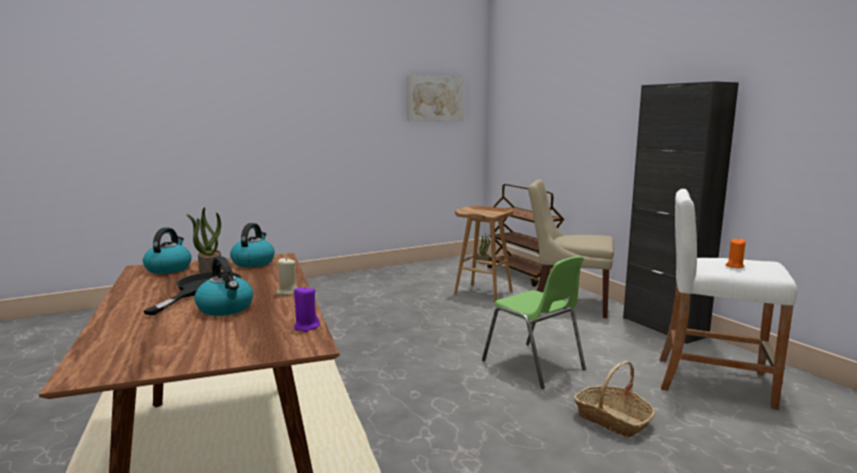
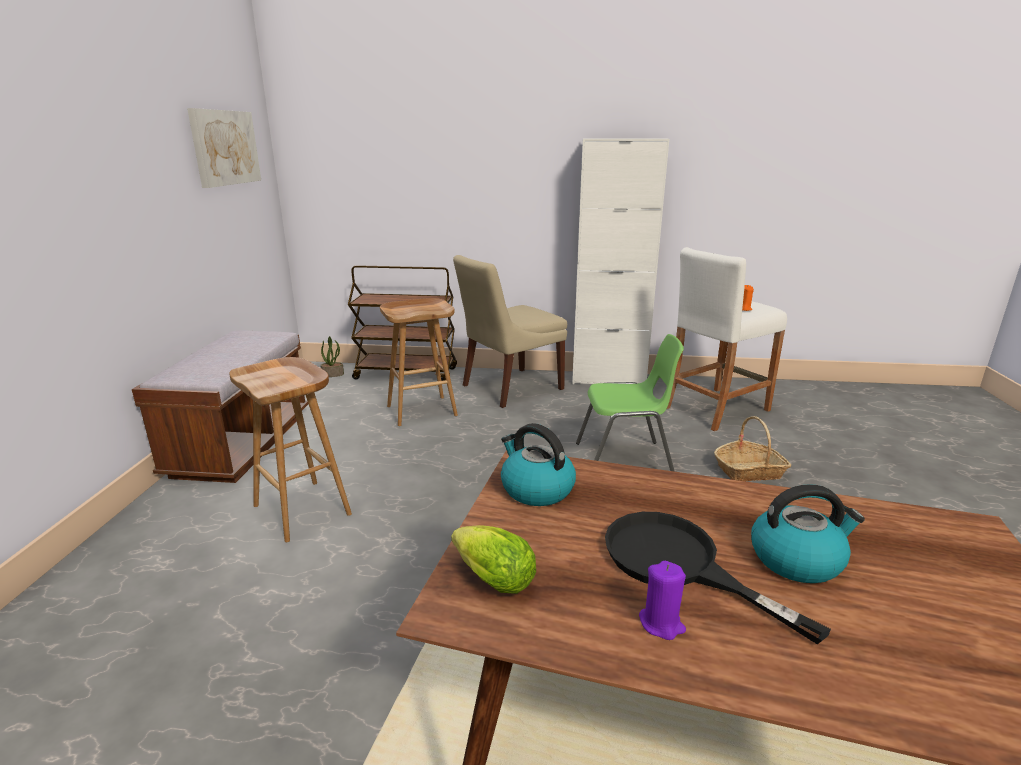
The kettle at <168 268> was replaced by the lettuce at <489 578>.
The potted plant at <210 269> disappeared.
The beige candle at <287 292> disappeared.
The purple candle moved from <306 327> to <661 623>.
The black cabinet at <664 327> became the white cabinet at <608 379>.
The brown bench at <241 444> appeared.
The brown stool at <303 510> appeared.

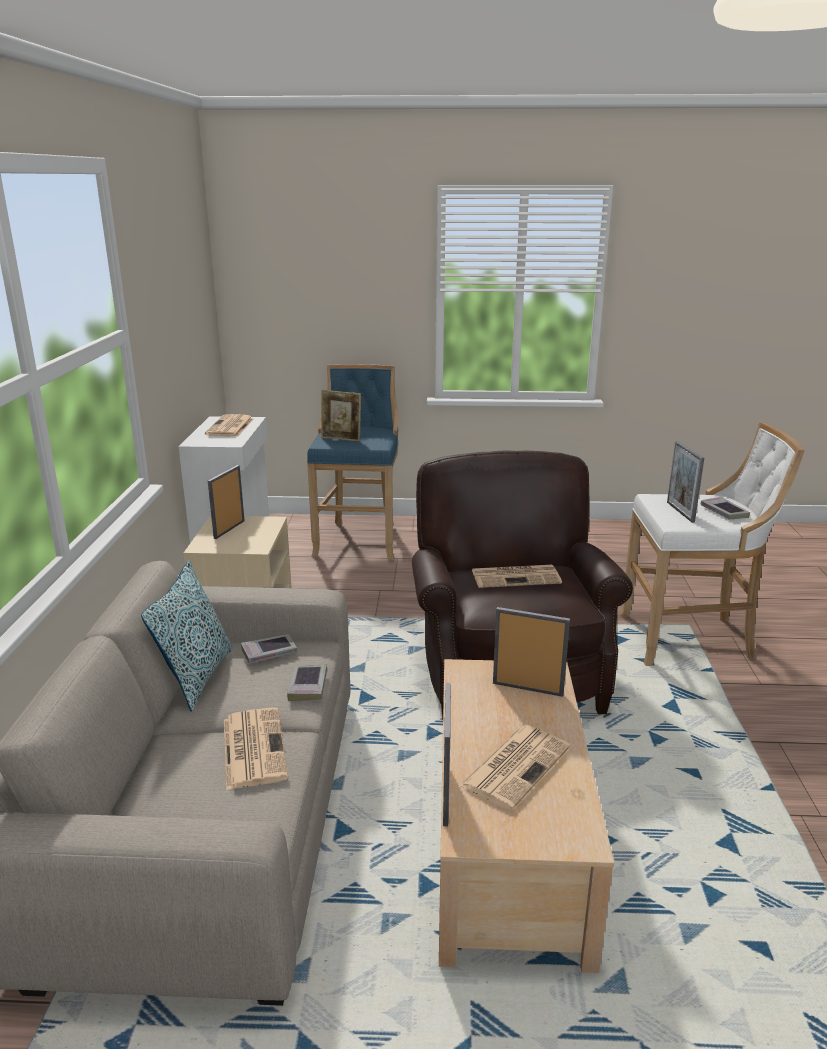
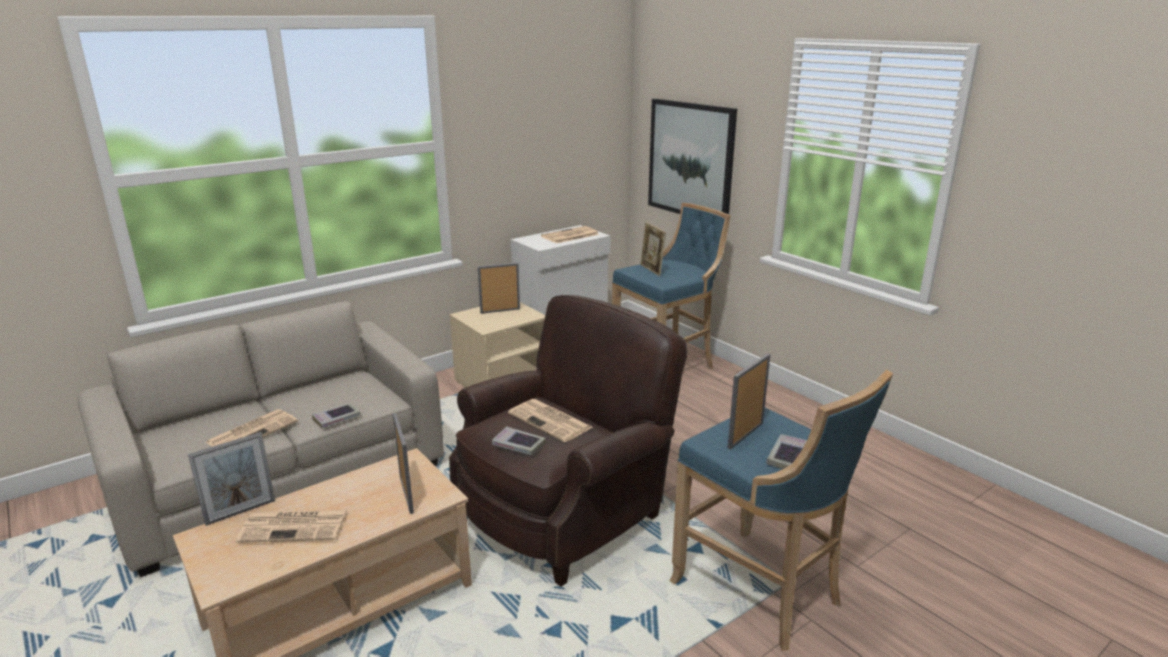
The pillow at <197 677> disappeared.
The book moved from <269 652> to <518 445>.
The white stool at <690 639> became the blue stool at <762 592>.
The picture at <691 160> appeared.

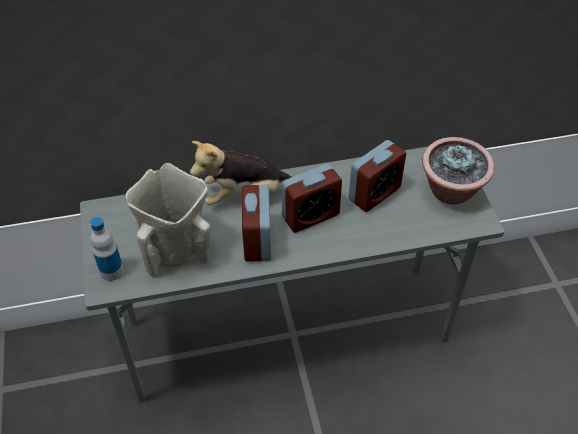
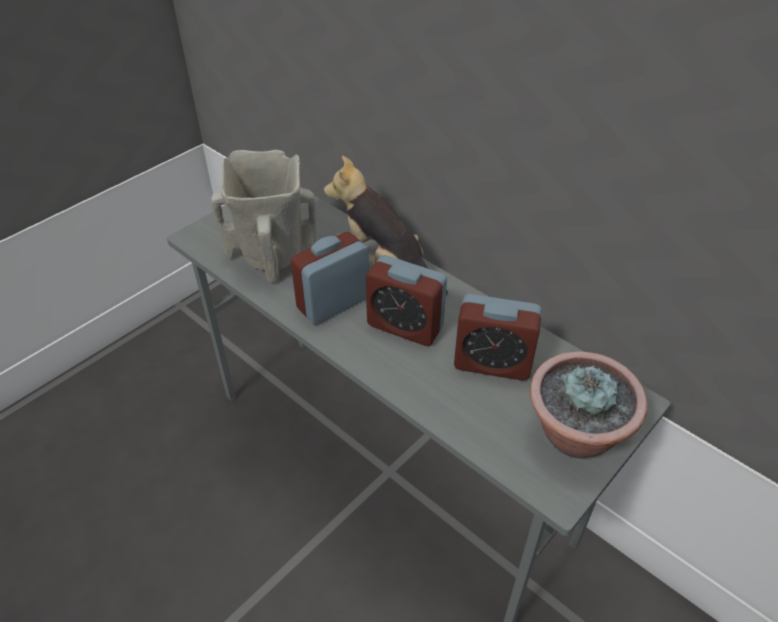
The bottle at <111 271> disappeared.

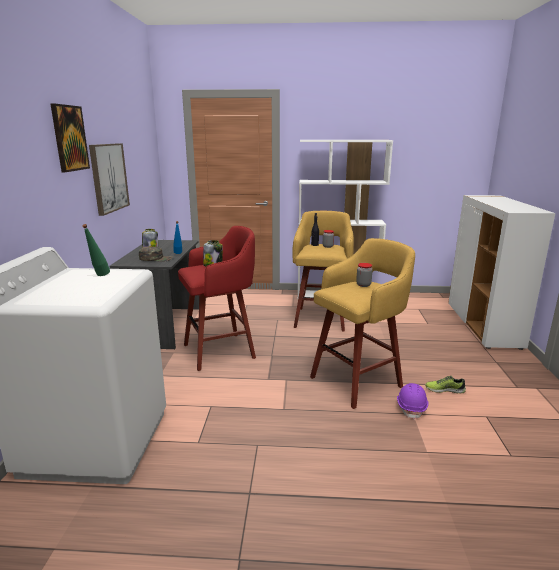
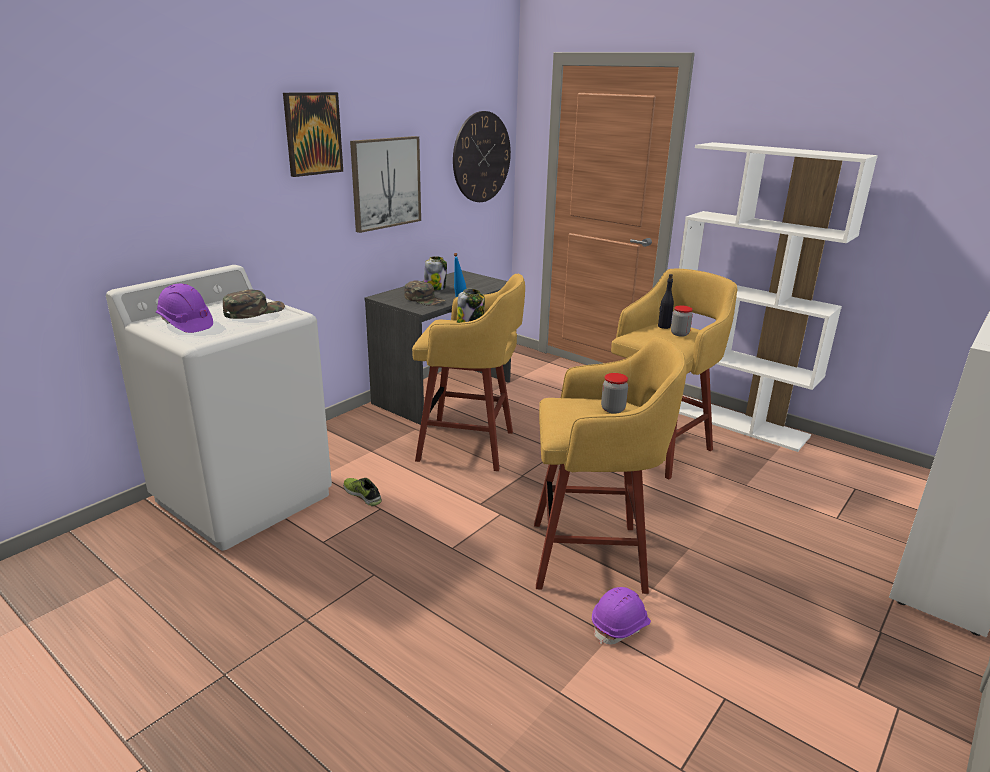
The green bottle at <99 276> was replaced by the green cap at <254 311>.
The red stool at <221 351> became the yellow stool at <469 446>.
The shoe moved from <444 389> to <363 495>.
The purple hard hat at <185 324> appeared.
The wall clock at <481 157> appeared.

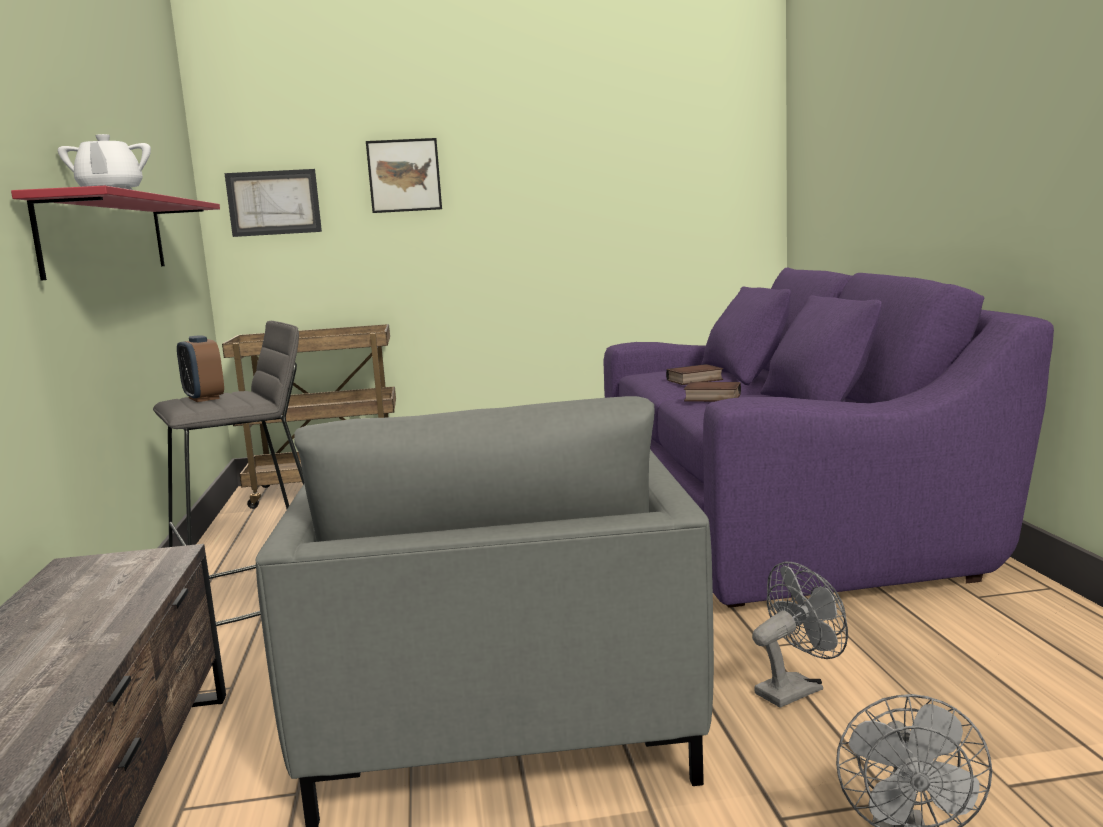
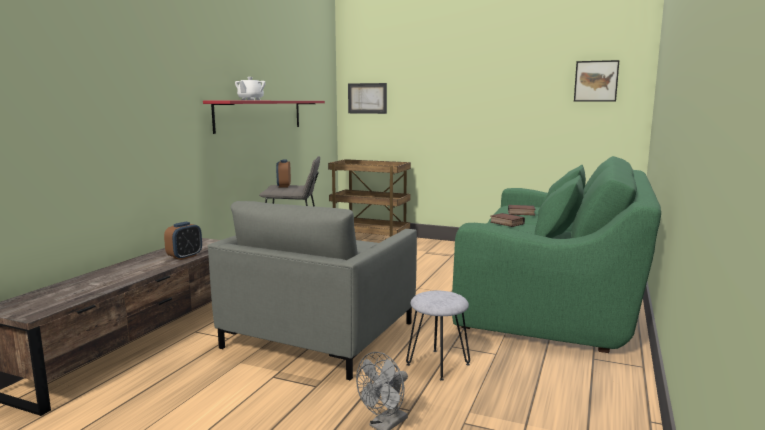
The picture moved from <404 175> to <596 81>.
The purple sofa at <780 517> became the green sofa at <555 298>.
The grey fan at <795 689> was replaced by the grey stool at <437 364>.
The alarm clock at <185 257> appeared.

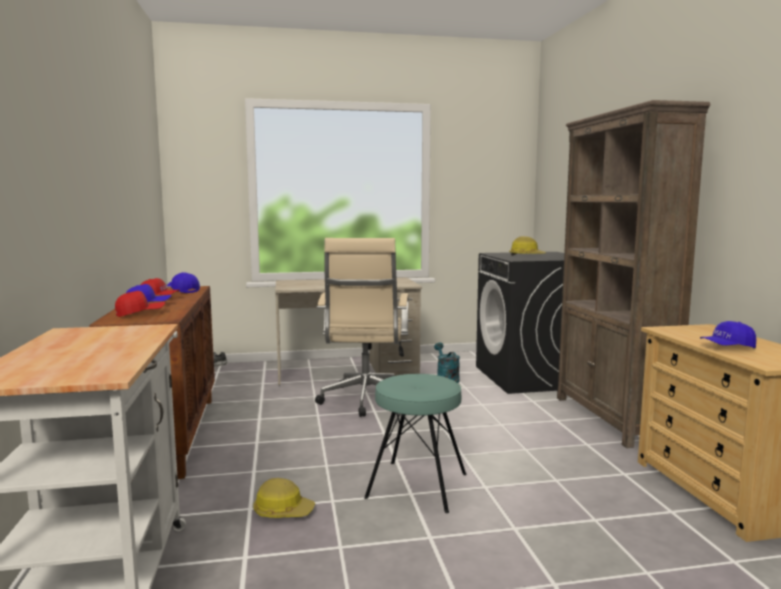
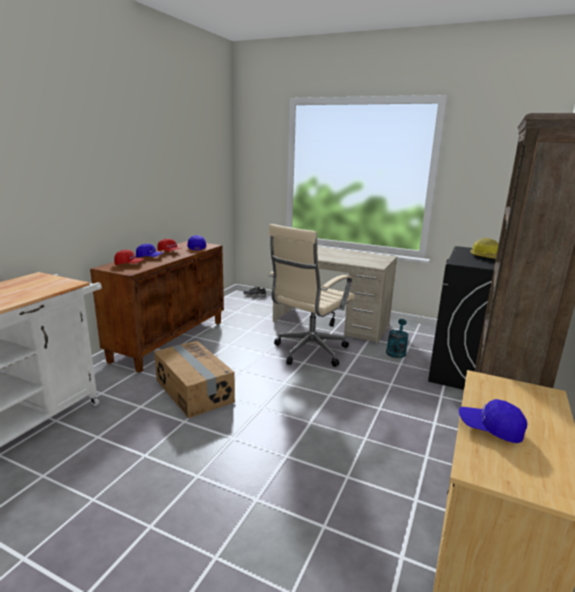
The hard hat at <283 511> disappeared.
The turquoise stool at <417 486> disappeared.
The cardboard box at <193 391> appeared.

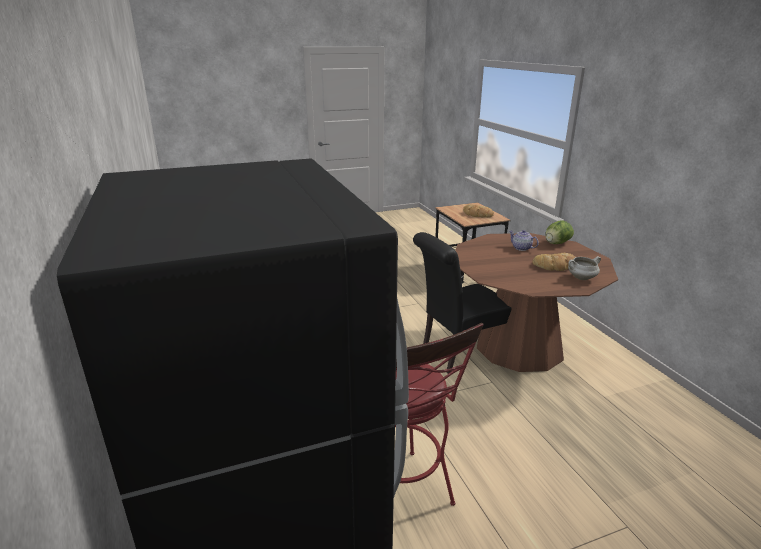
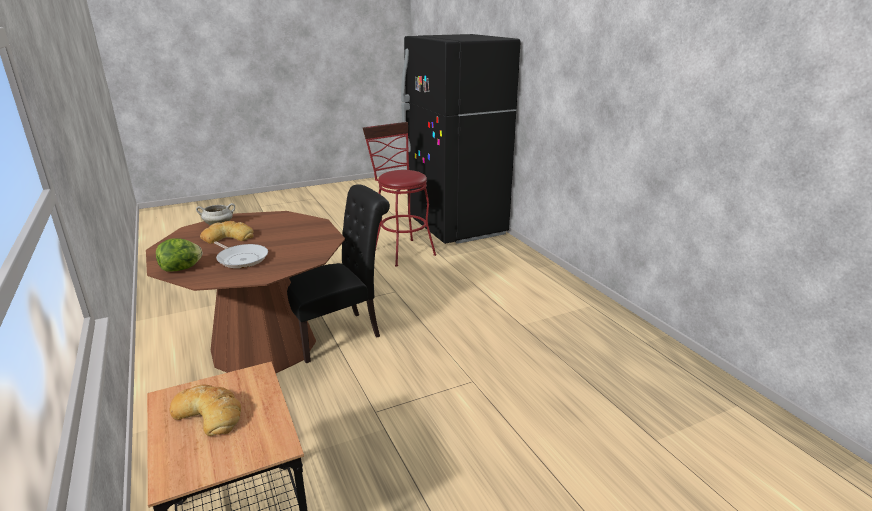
The teapot at <521 248> was replaced by the frying pan at <241 259>.

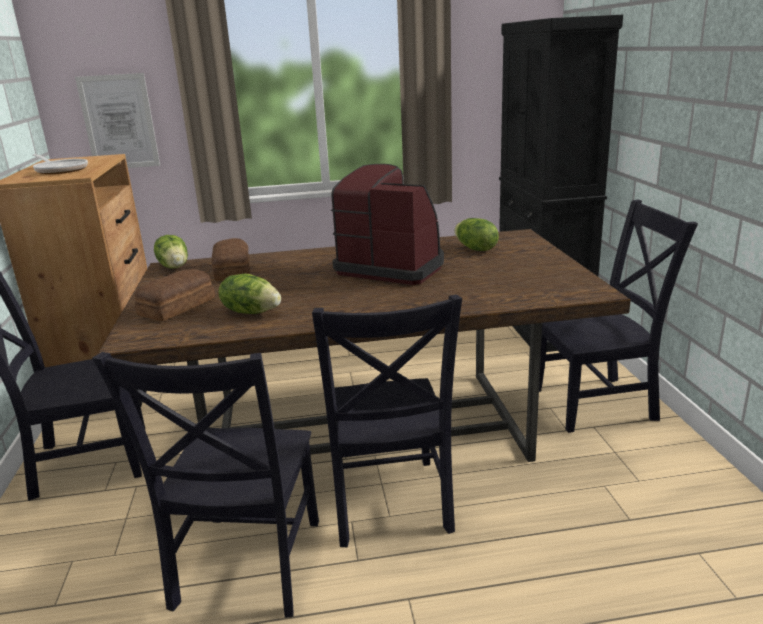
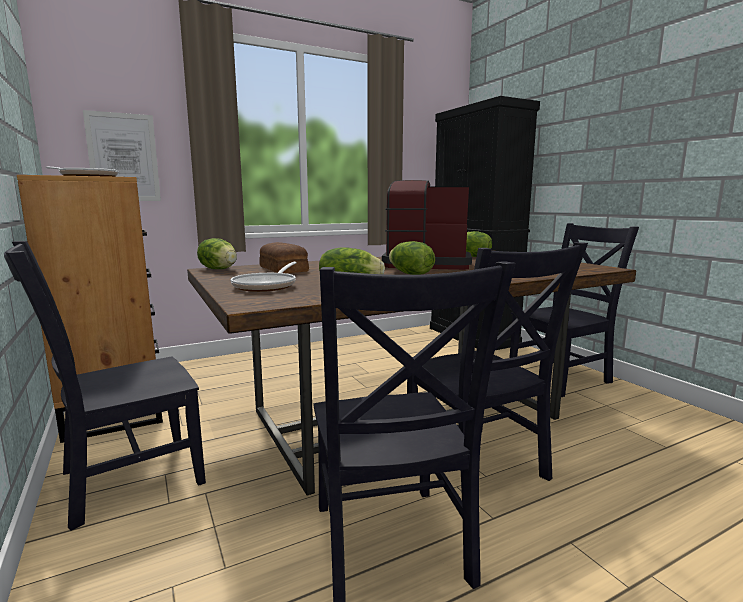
The bread at <179 306> was replaced by the frying pan at <267 286>.
The lettuce at <410 274> appeared.

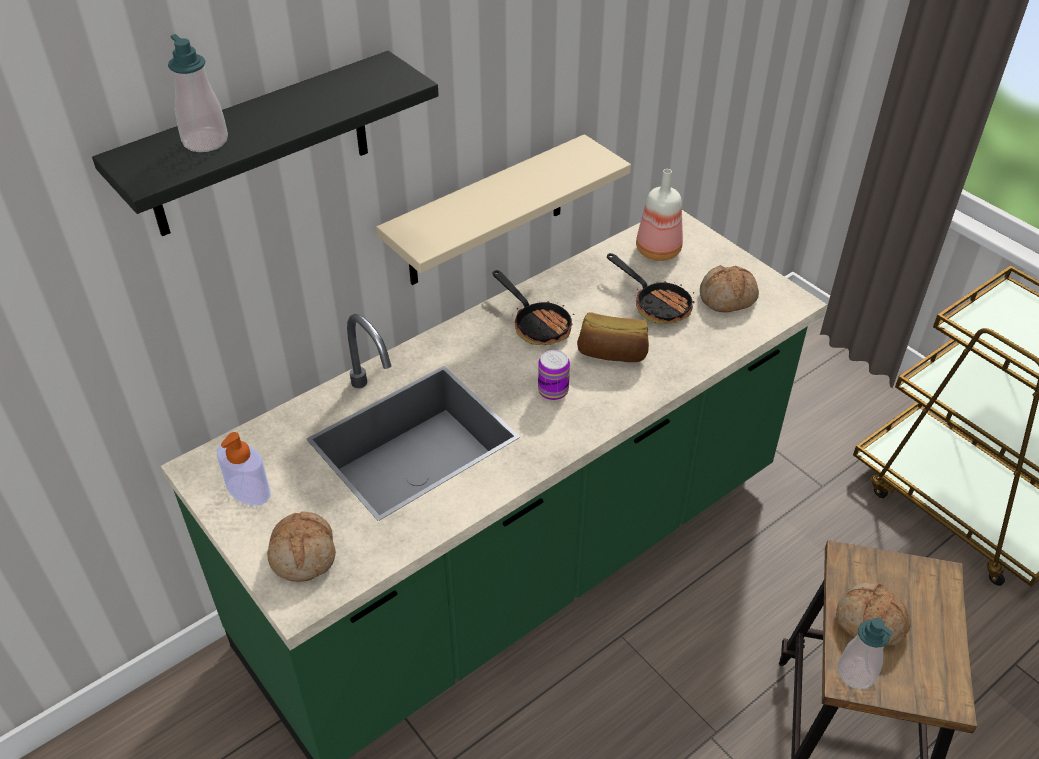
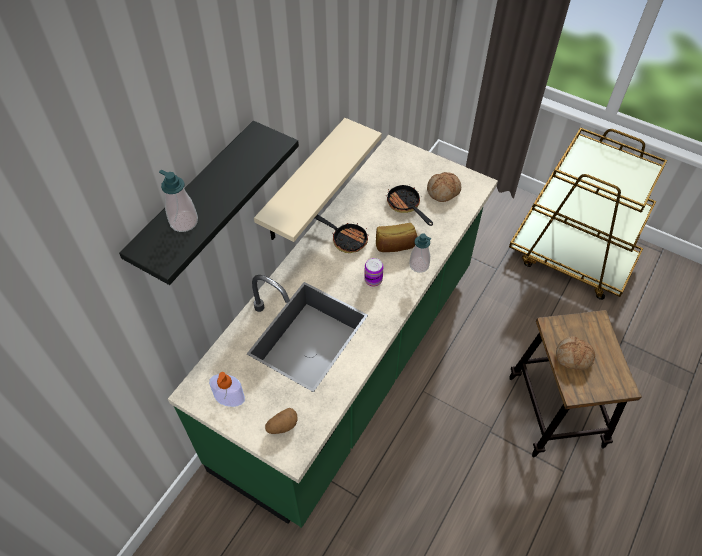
The bread at <304 554> was replaced by the potato at <282 426>.
The frying pan at <656 304> turned 150 degrees counterclockwise.
The bottle at <659 251> disappeared.
The soap dispenser moved from <856 673> to <419 265>.

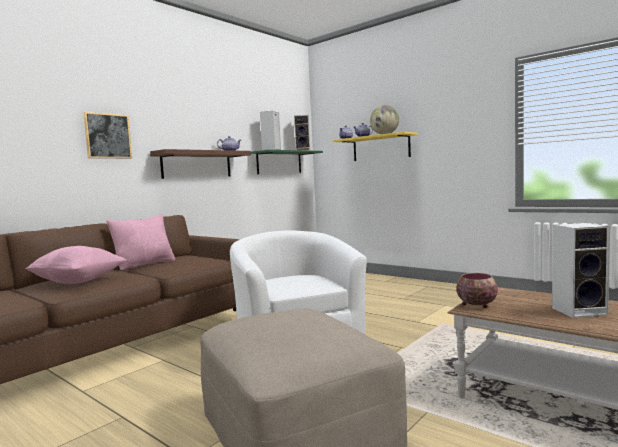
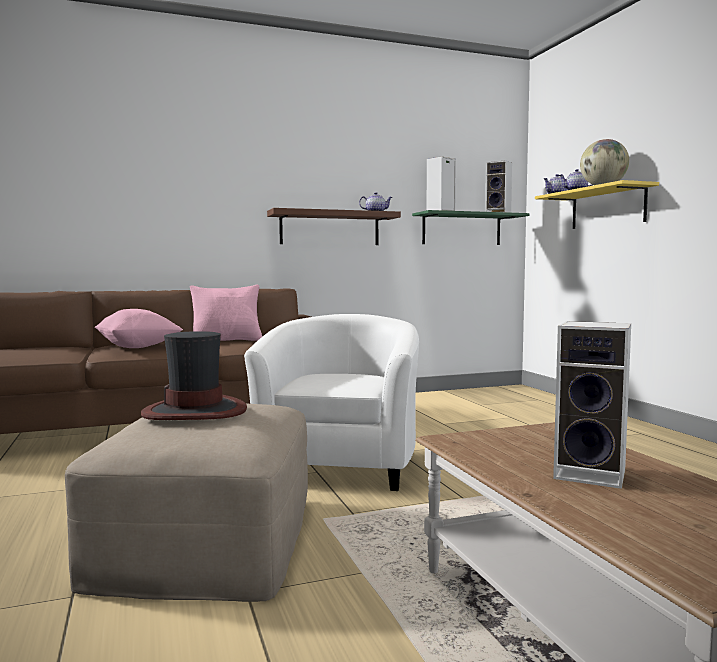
The picture at <108 136> disappeared.
The bowl at <476 305> disappeared.
The hat at <195 411> appeared.

